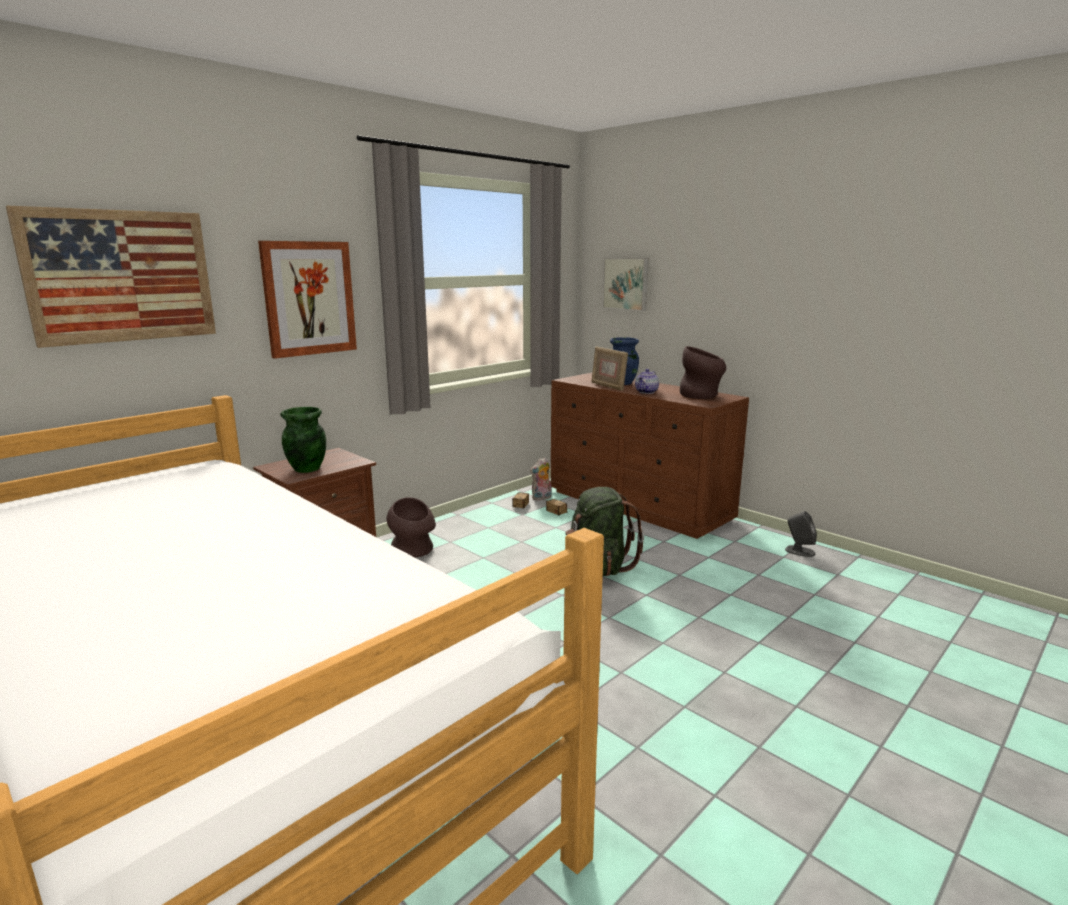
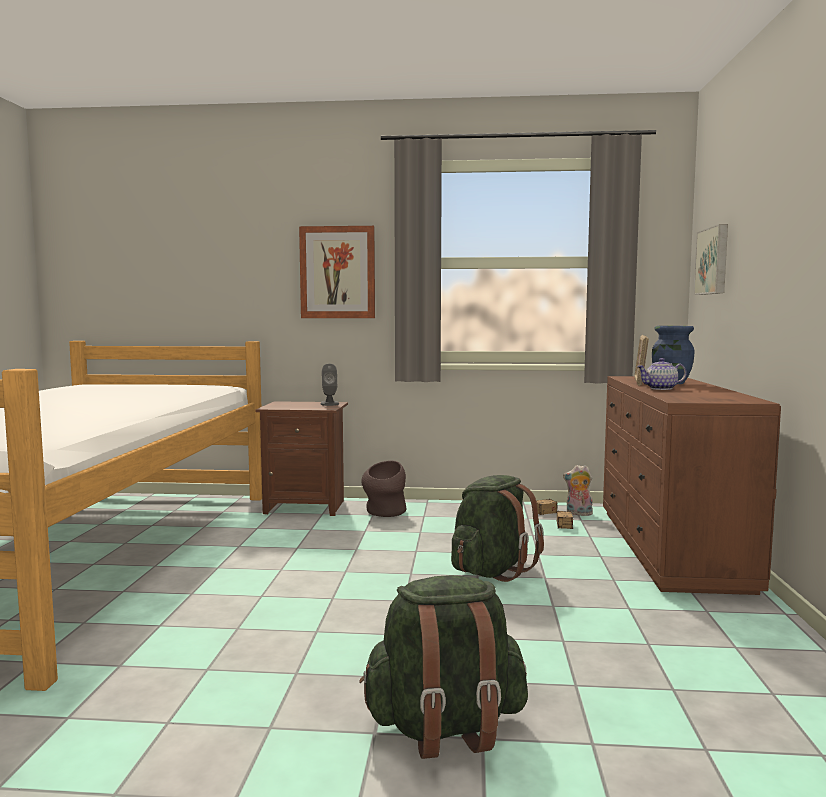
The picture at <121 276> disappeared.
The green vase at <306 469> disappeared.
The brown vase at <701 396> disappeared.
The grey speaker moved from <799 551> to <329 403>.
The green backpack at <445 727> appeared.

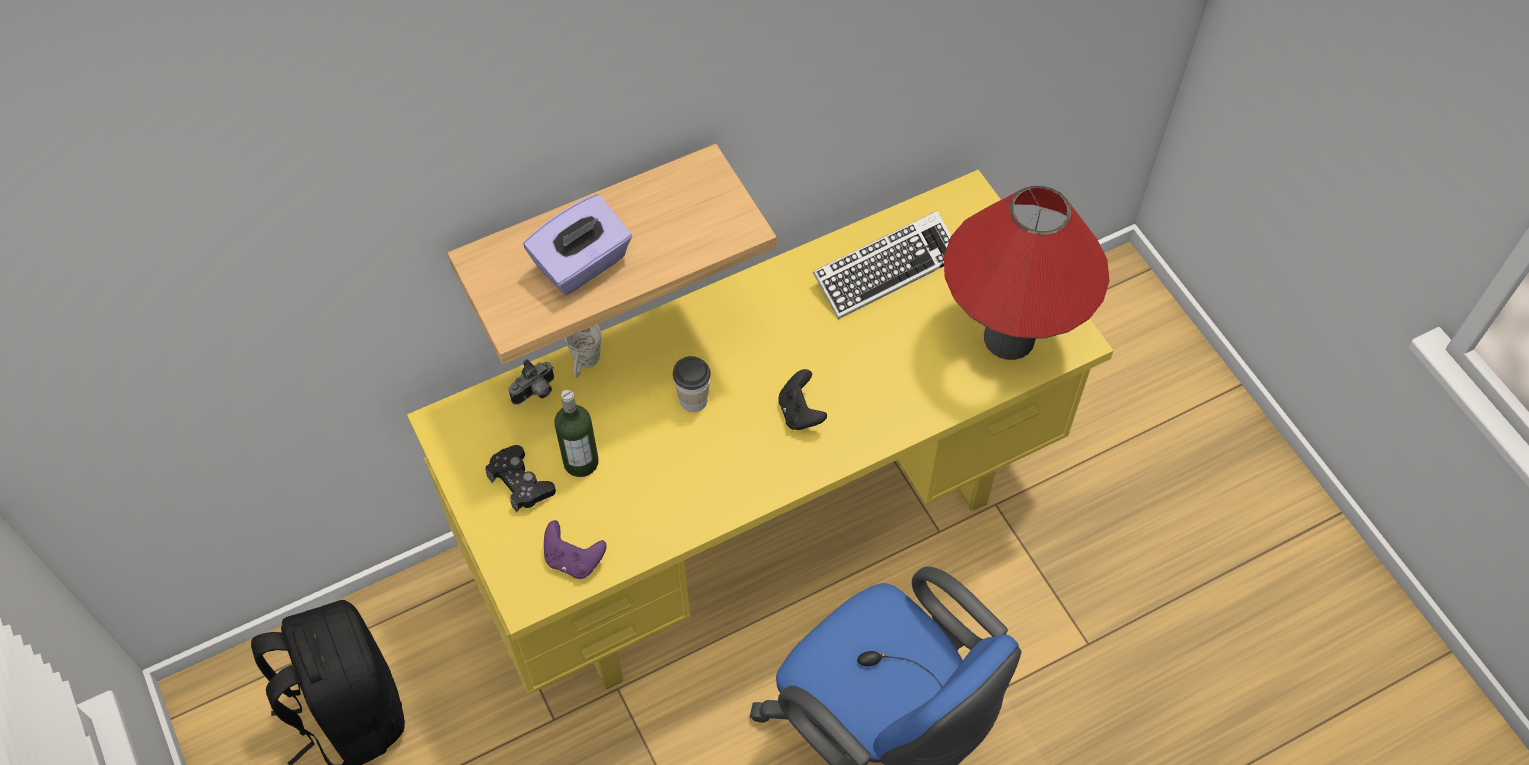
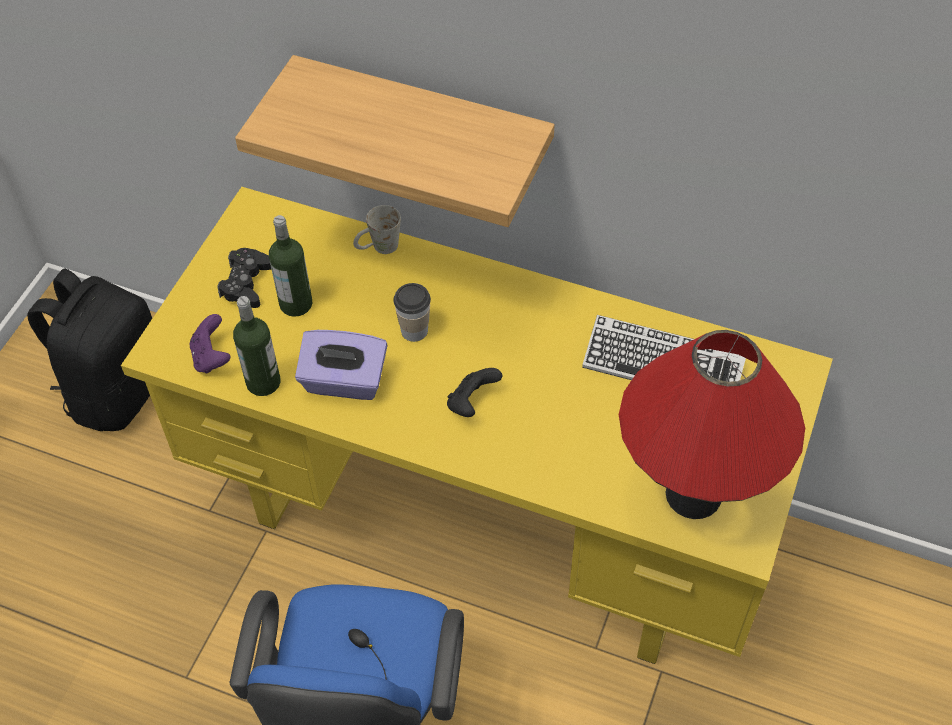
The photo camera at <536 392> disappeared.
The purple tissue box moved from <582 264> to <344 382>.
The bottle at <263 382> appeared.

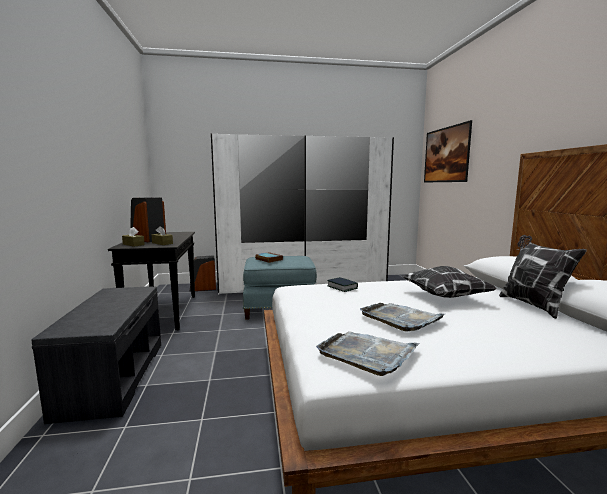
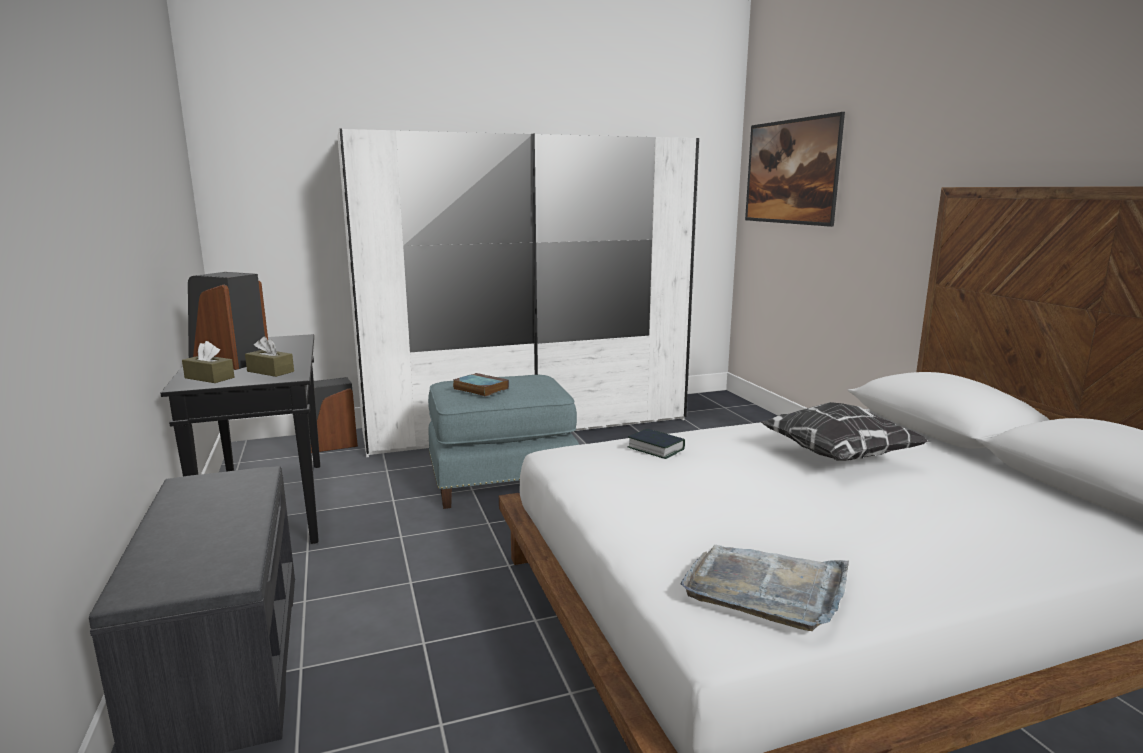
The grey tray at <400 318> disappeared.
The pillow at <532 305> disappeared.

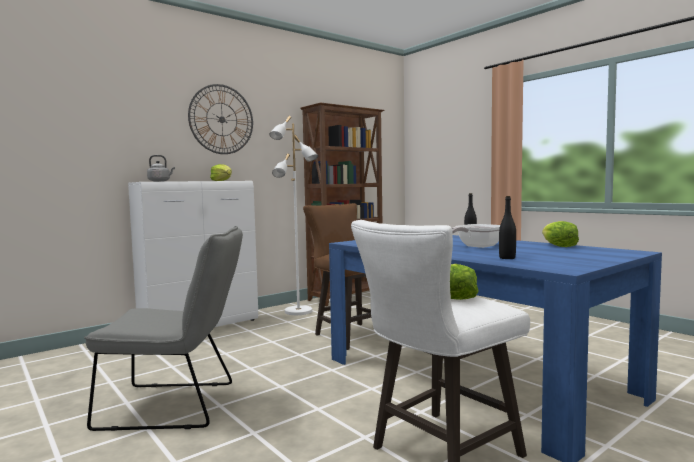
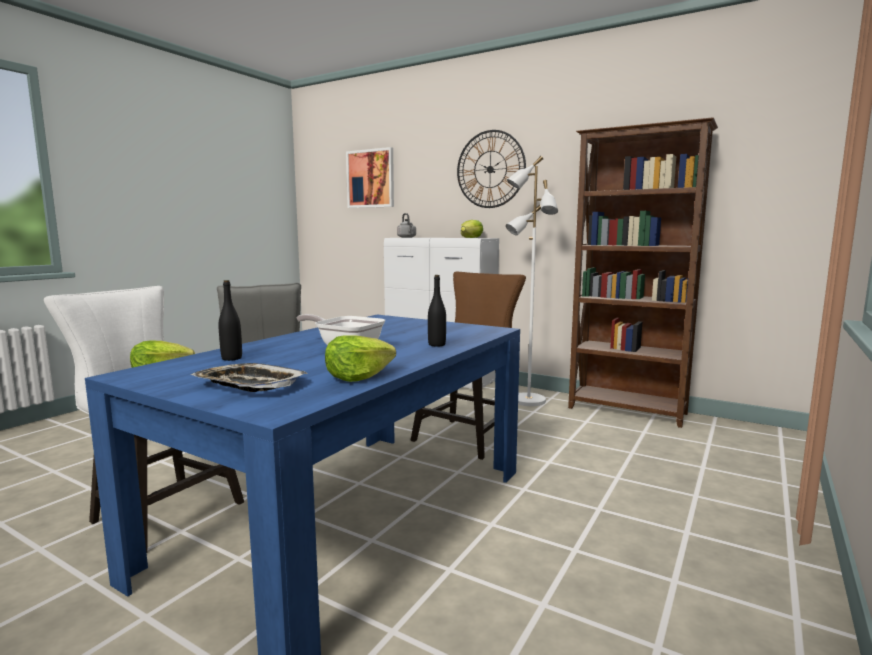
The tray at <250 385> appeared.
The picture at <370 178> appeared.

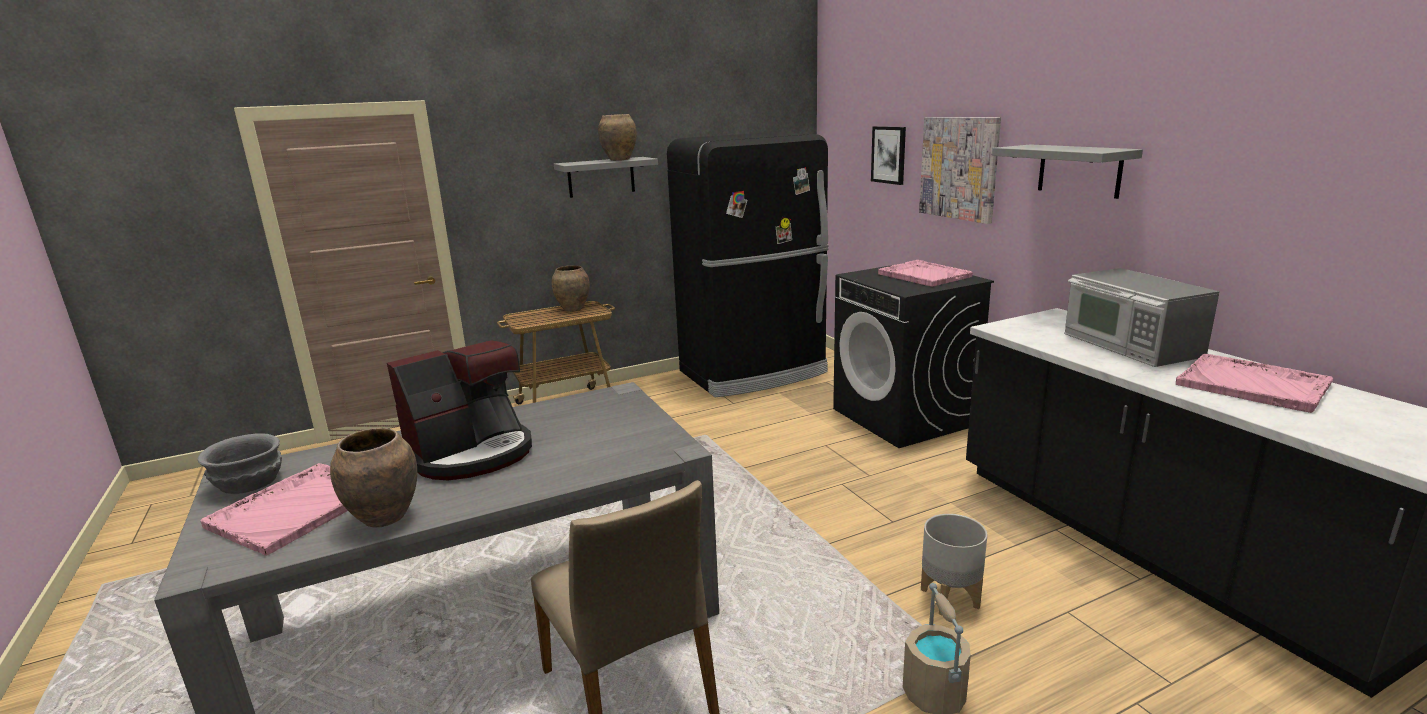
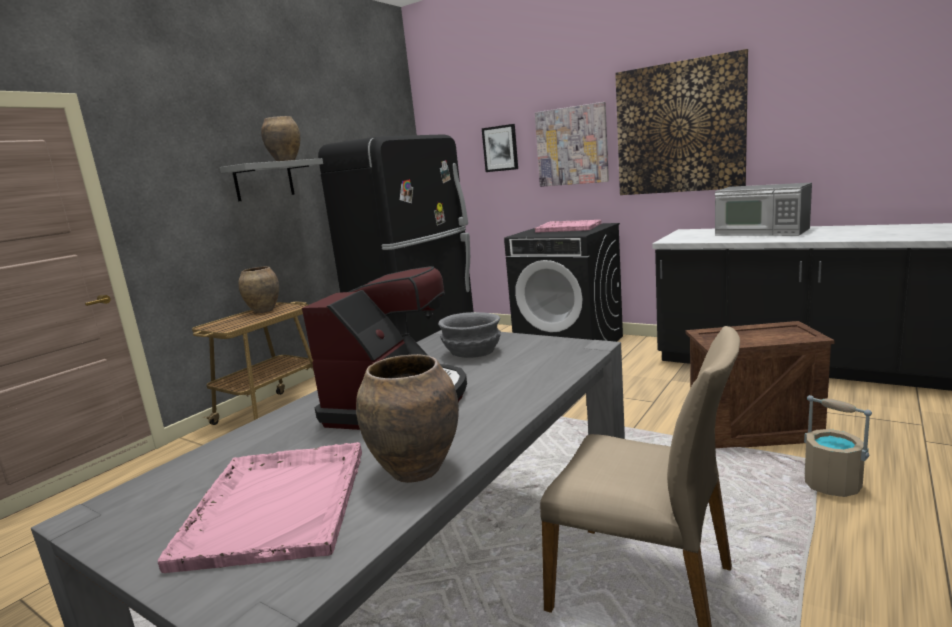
The grey bowl moved from <249 482> to <472 352>.
The grey planter at <950 598> was replaced by the crate at <754 429>.
The grey shelf at <1079 170> was replaced by the picture at <679 128>.
The pink tray at <1253 385> disappeared.

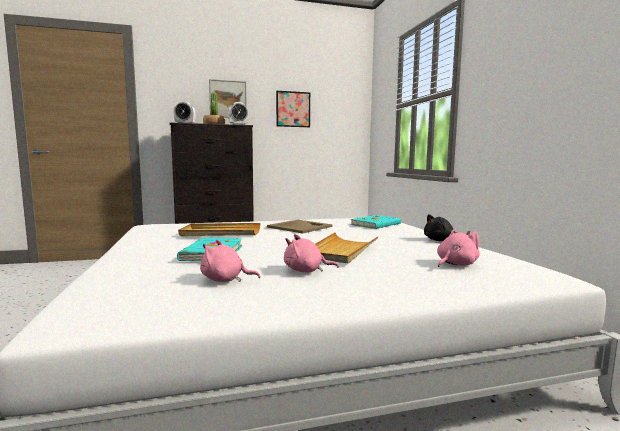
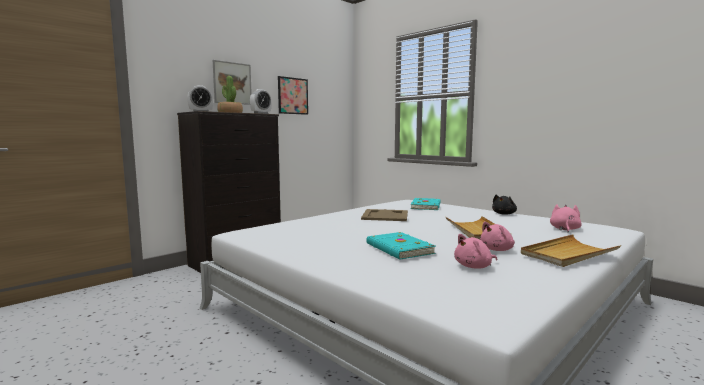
The beige tray moved from <220 233> to <568 254>.

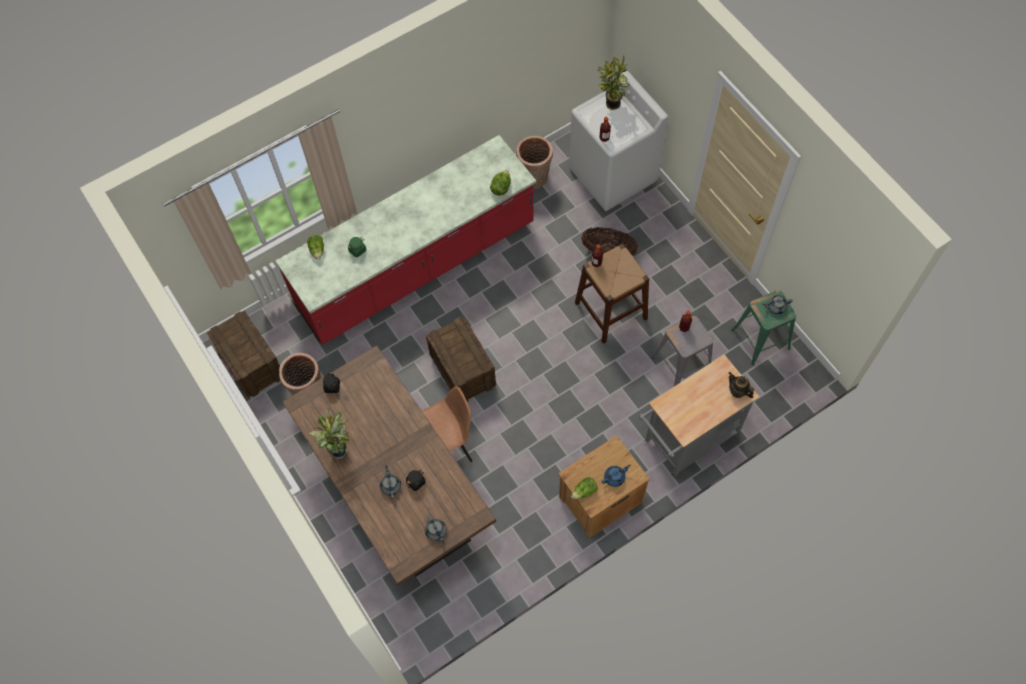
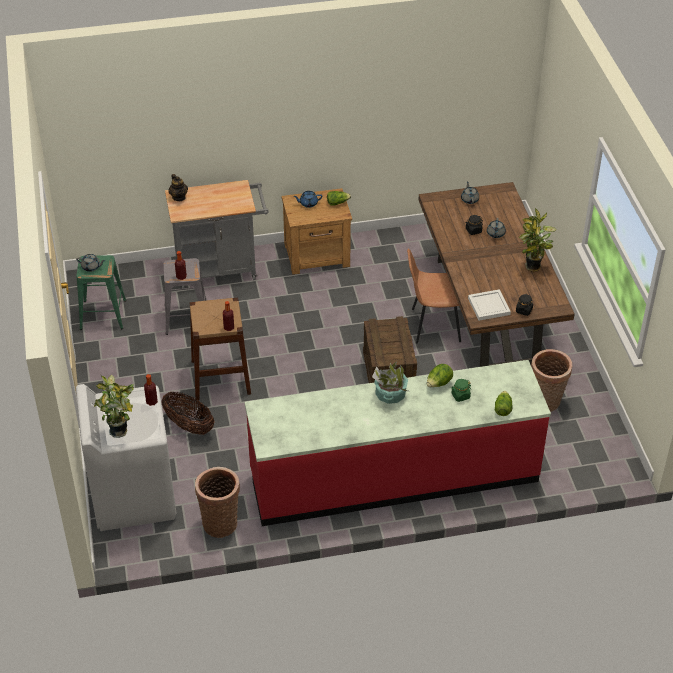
The crate at <251 363> disappeared.
The lettuce moved from <501 188> to <439 384>.
The potted plant at <390 394> appeared.
The white tray at <489 306> appeared.

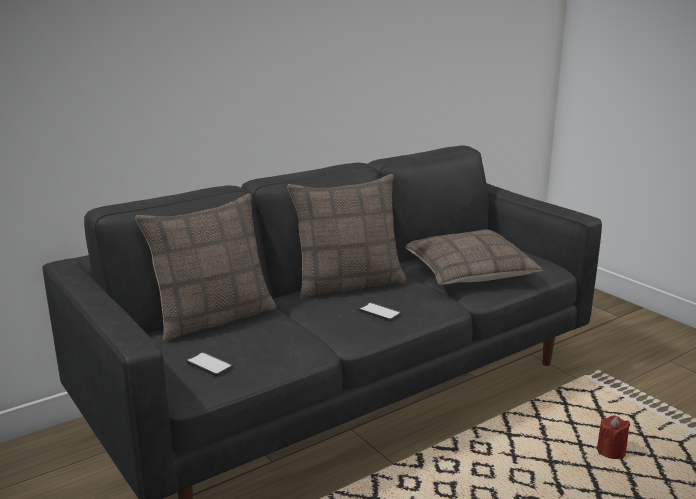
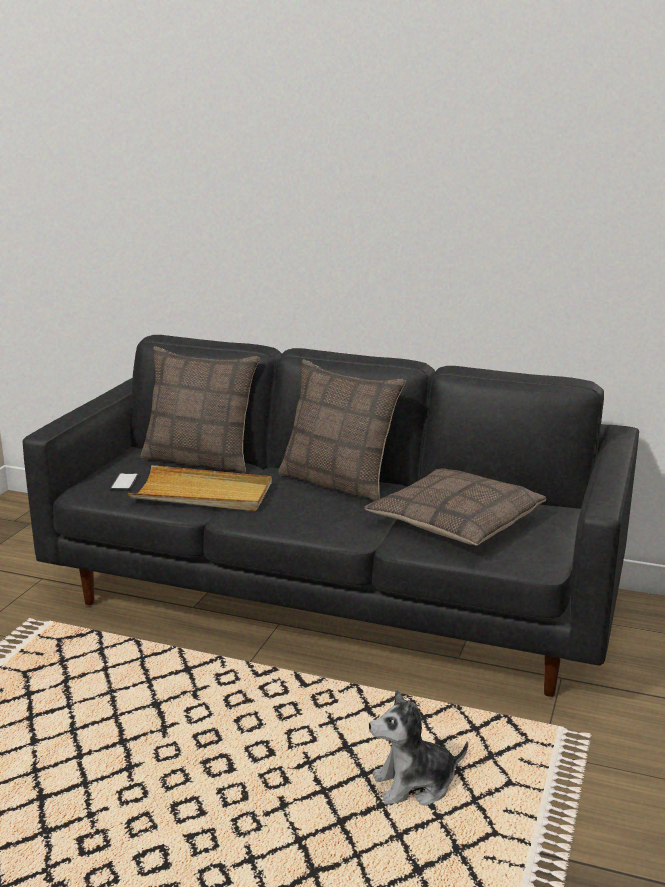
The phone at <379 312> disappeared.
The red candle at <611 452> was replaced by the plush toy at <414 785>.
The beige tray at <203 494> appeared.

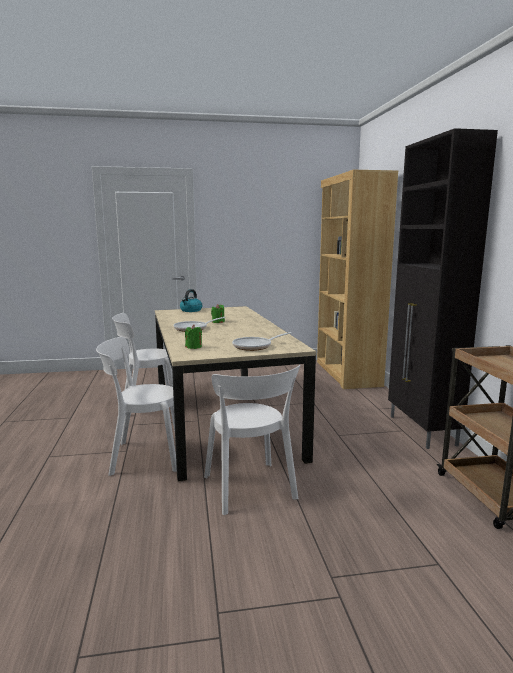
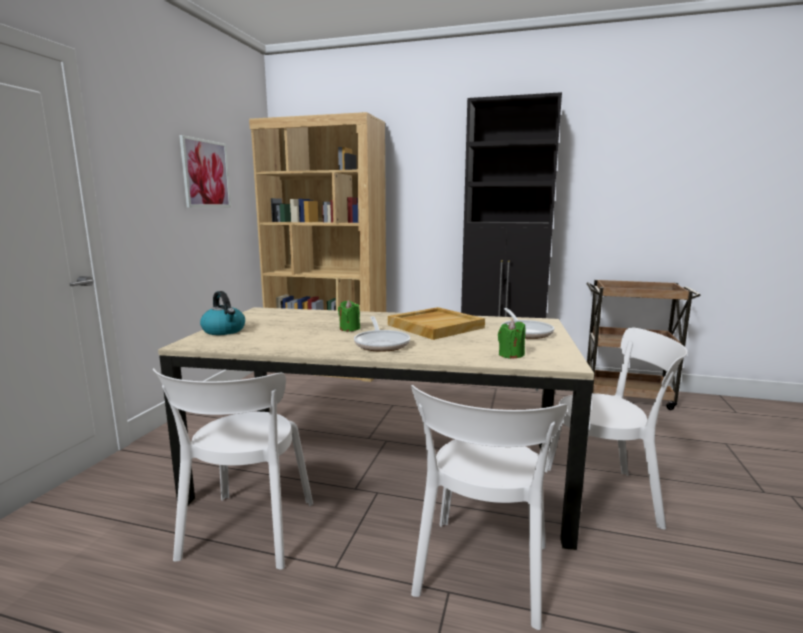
The picture at <205 174> appeared.
The beige tray at <435 326> appeared.

